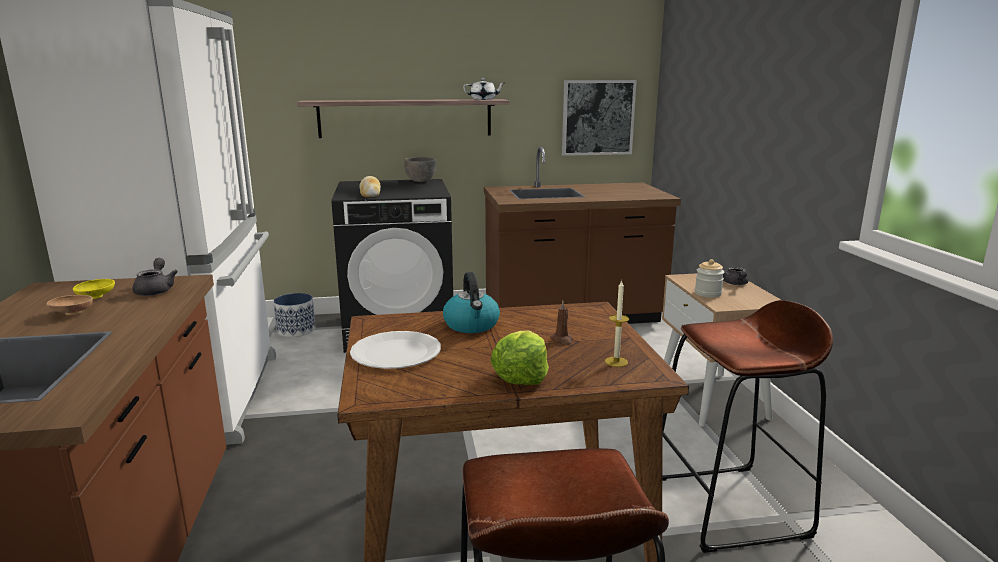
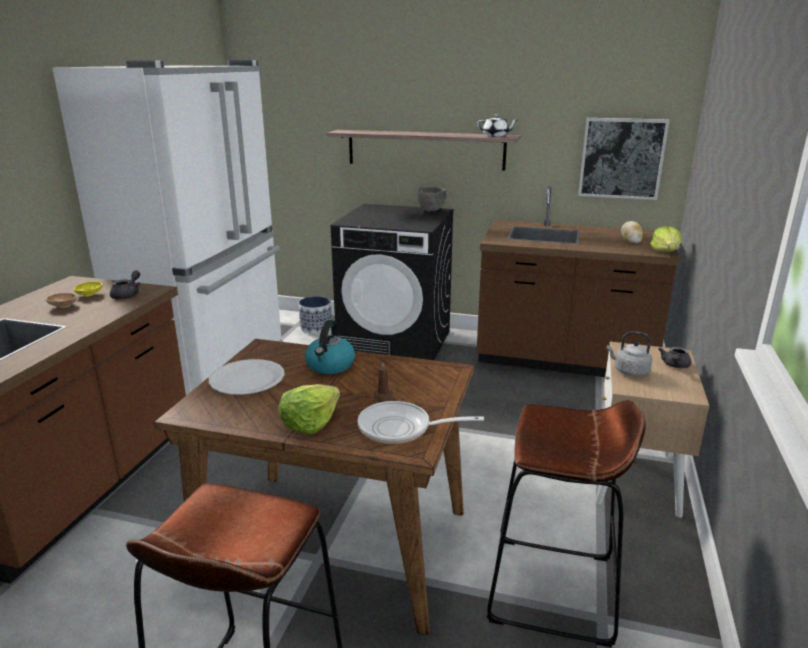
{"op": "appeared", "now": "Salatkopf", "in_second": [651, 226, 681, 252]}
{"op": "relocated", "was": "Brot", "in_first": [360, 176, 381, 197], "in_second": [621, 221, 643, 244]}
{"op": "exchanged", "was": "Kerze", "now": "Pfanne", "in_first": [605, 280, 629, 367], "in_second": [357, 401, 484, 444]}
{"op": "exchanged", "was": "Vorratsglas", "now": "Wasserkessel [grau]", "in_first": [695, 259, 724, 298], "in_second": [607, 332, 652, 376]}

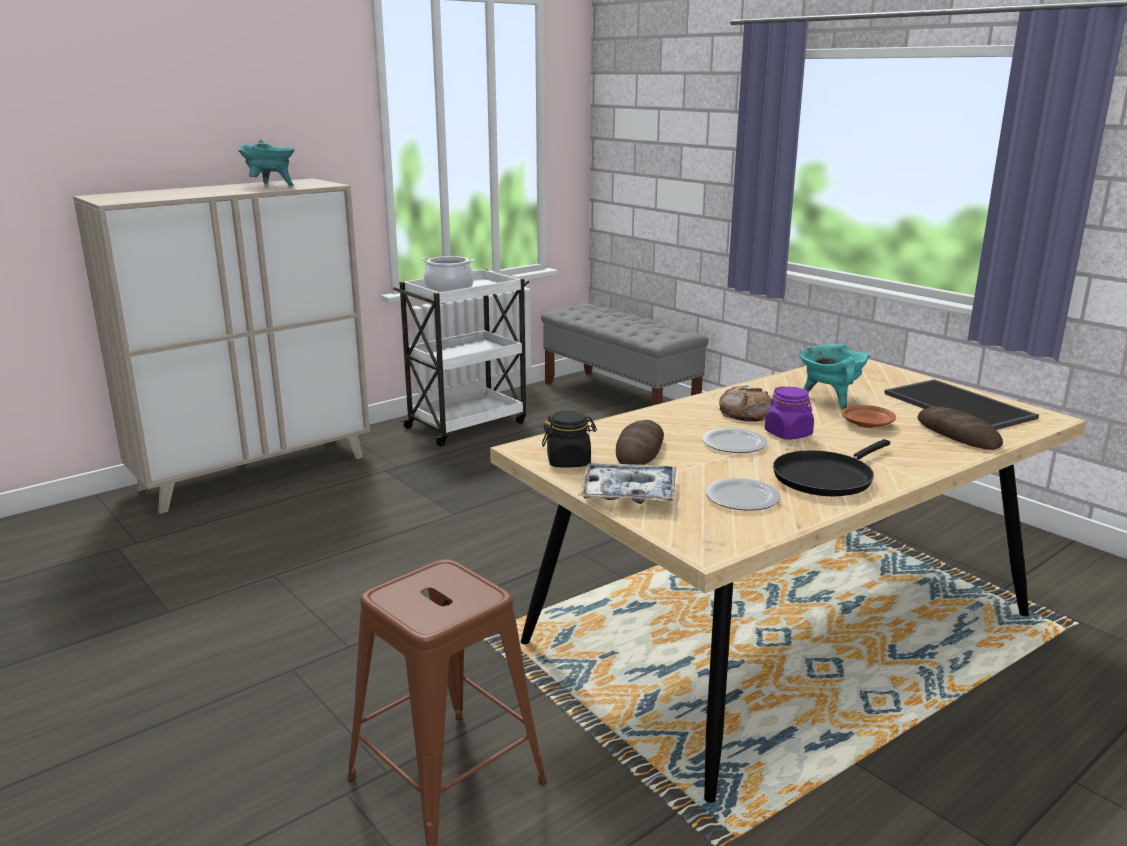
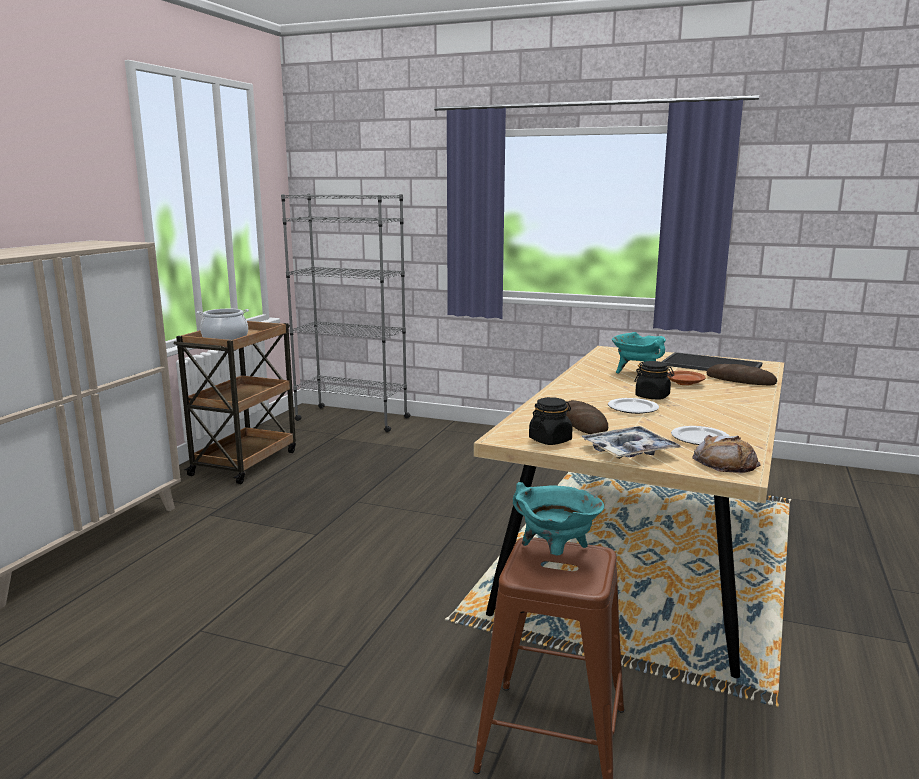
{"op": "missing", "was": "Pfanne [schwarz]", "in_first": [773, 439, 890, 496]}
{"op": "relocated", "was": "Kochtopf [türkis]", "in_first": [237, 140, 295, 186], "in_second": [513, 482, 604, 555]}
{"op": "relocated", "was": "Brot", "in_first": [719, 385, 774, 422], "in_second": [692, 435, 761, 473]}
{"op": "exchanged", "was": "Bank [grau]", "now": "Bücherregal [grau]", "in_first": [541, 303, 709, 406], "in_second": [281, 194, 410, 432]}
{"op": "colour", "was": "Rollwagen [weiß]", "now": "Rollwagen [braun]", "in_first": [393, 269, 529, 446], "in_second": [174, 321, 296, 484]}
{"op": "colour", "was": "Vorratsglas [lila]", "now": "Vorratsglas [schwarz]", "in_first": [765, 386, 814, 440], "in_second": [634, 361, 674, 400]}

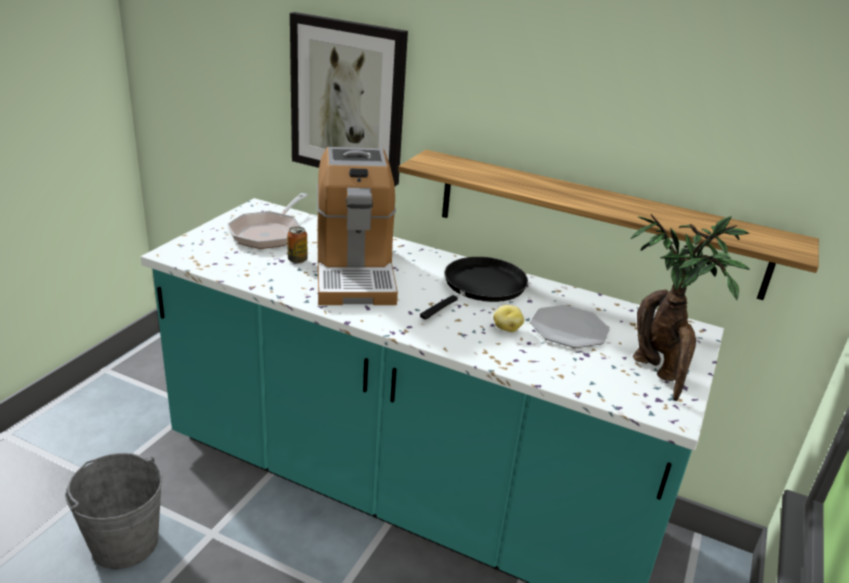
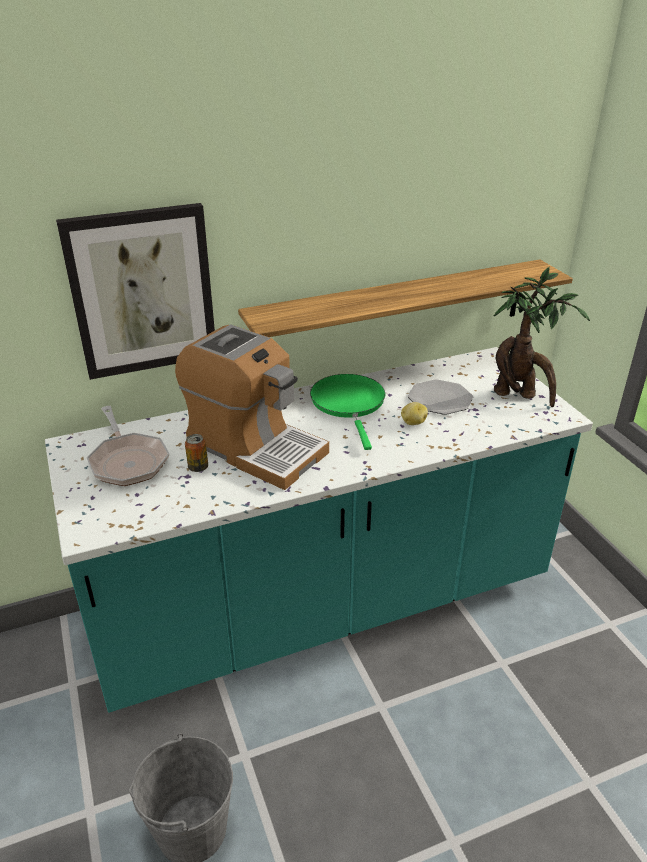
{"op": "colour", "was": "Pfanne [schwarz]", "now": "Pfanne [grün]", "in_first": [420, 257, 528, 320], "in_second": [310, 374, 385, 450]}

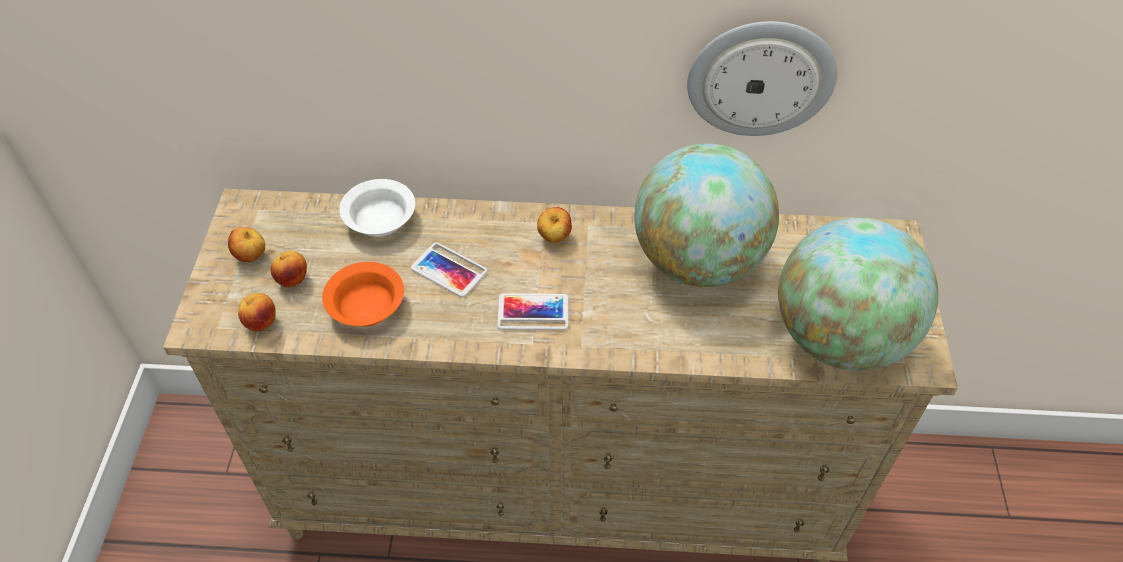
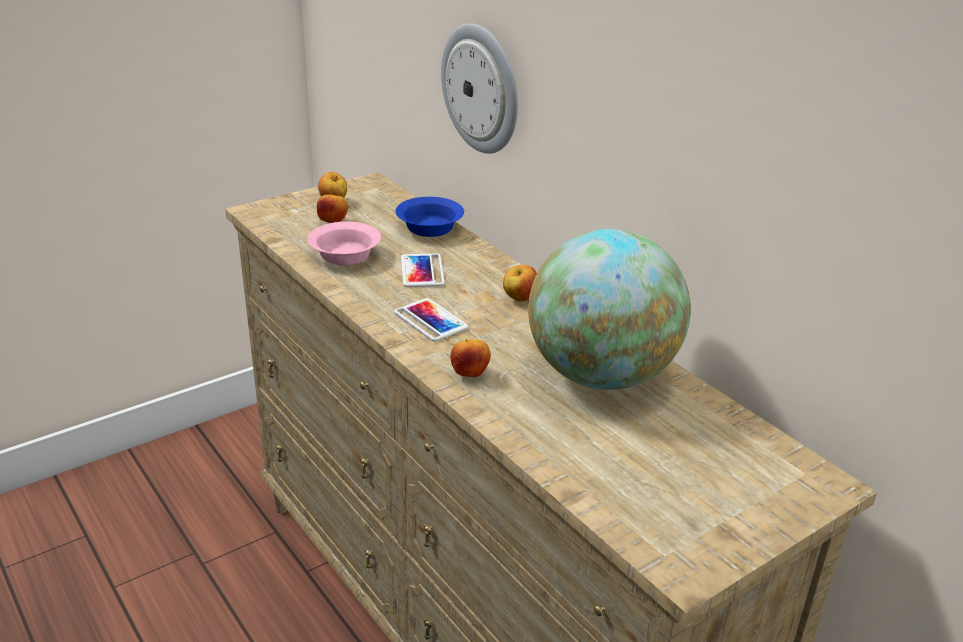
{"op": "missing", "was": "Globus", "in_first": [778, 218, 938, 371]}
{"op": "relocated", "was": "Apfel", "in_first": [238, 293, 276, 332], "in_second": [450, 339, 491, 377]}
{"op": "relocated", "was": "Wanduhr", "in_first": [687, 21, 838, 136], "in_second": [441, 23, 518, 154]}
{"op": "colour", "was": "Schüssel [orange]", "now": "Schüssel [rosa]", "in_first": [322, 262, 404, 327], "in_second": [307, 222, 381, 265]}
{"op": "colour", "was": "Schüssel [weiß]", "now": "Schüssel [blau]", "in_first": [339, 179, 415, 237], "in_second": [395, 197, 464, 237]}

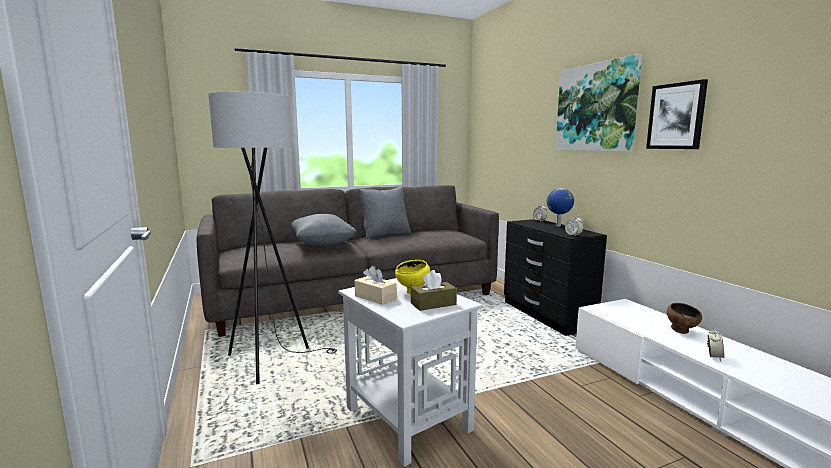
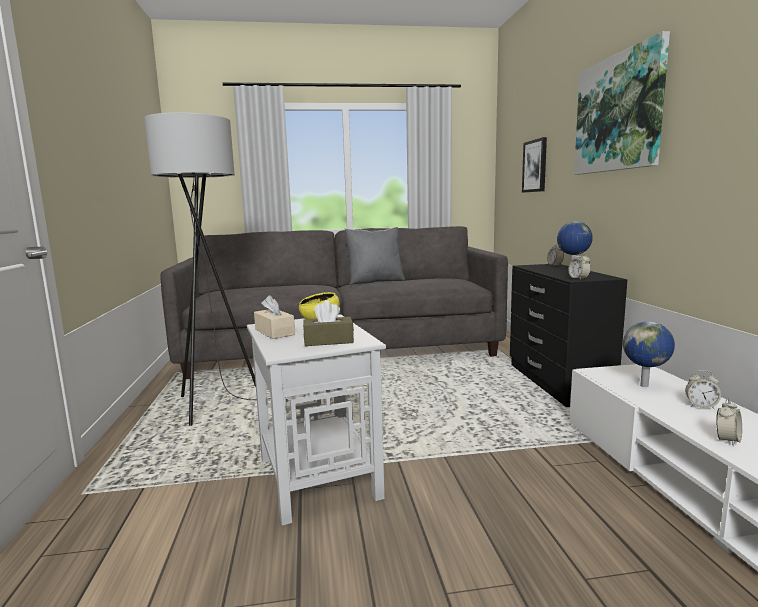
{"op": "missing", "was": "Kissen [grau]", "in_first": [291, 214, 356, 246]}
{"op": "appeared", "now": "Globus", "in_second": [623, 321, 675, 387]}
{"op": "relocated", "was": "Bild", "in_first": [646, 79, 708, 149], "in_second": [522, 137, 547, 193]}
{"op": "exchanged", "was": "Schüssel [braun]", "now": "Wecker", "in_first": [667, 303, 702, 334], "in_second": [685, 370, 721, 409]}

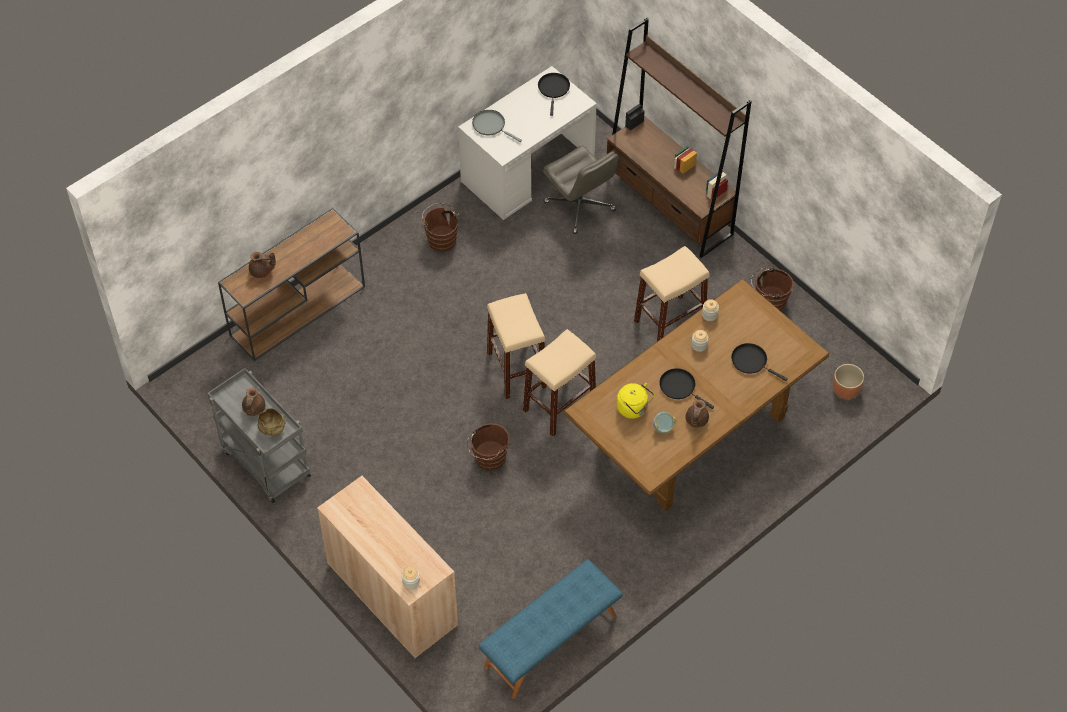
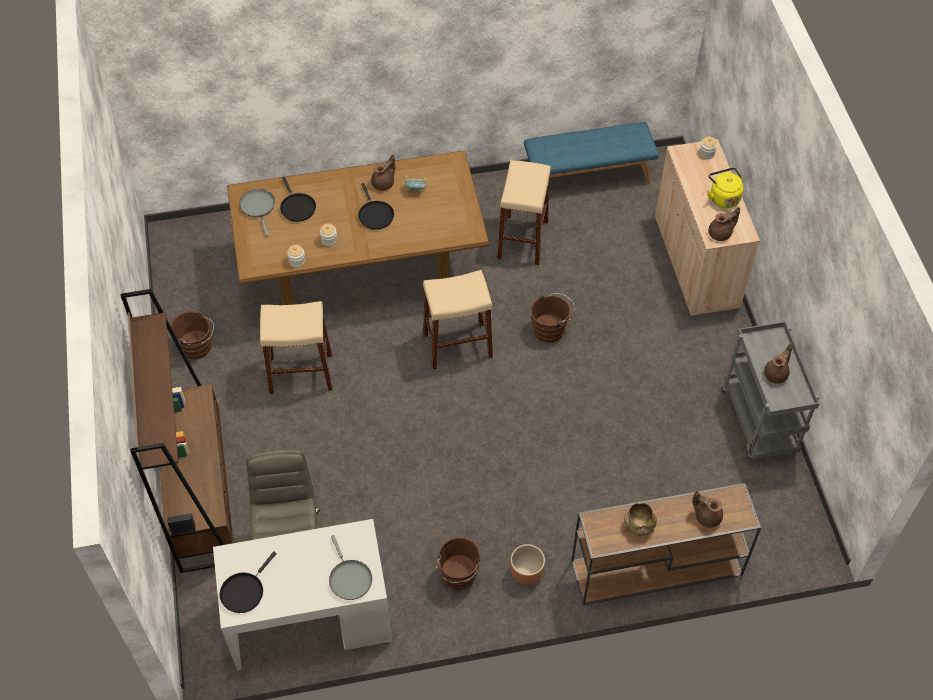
{"op": "appeared", "now": "Pfanne [grau]", "in_second": [239, 189, 275, 236]}
{"op": "appeared", "now": "Teekanne [braun]", "in_second": [708, 207, 740, 241]}
{"op": "relocated", "was": "Schüssel [beige]", "in_first": [258, 408, 286, 436], "in_second": [624, 503, 657, 536]}
{"op": "relocated", "was": "Hocker [beige]", "in_first": [487, 293, 547, 399], "in_second": [497, 160, 551, 265]}
{"op": "relocated", "was": "Wasserkessel [gelb]", "in_first": [617, 383, 655, 419], "in_second": [707, 168, 744, 208]}
{"op": "relocated", "was": "Pflanzkübel [braun]", "in_first": [833, 364, 864, 399], "in_second": [510, 544, 545, 585]}

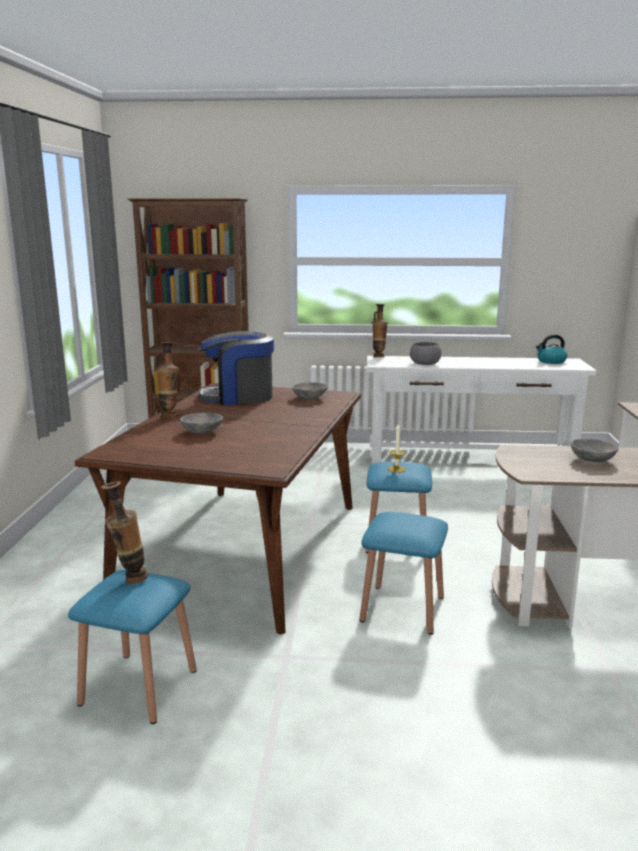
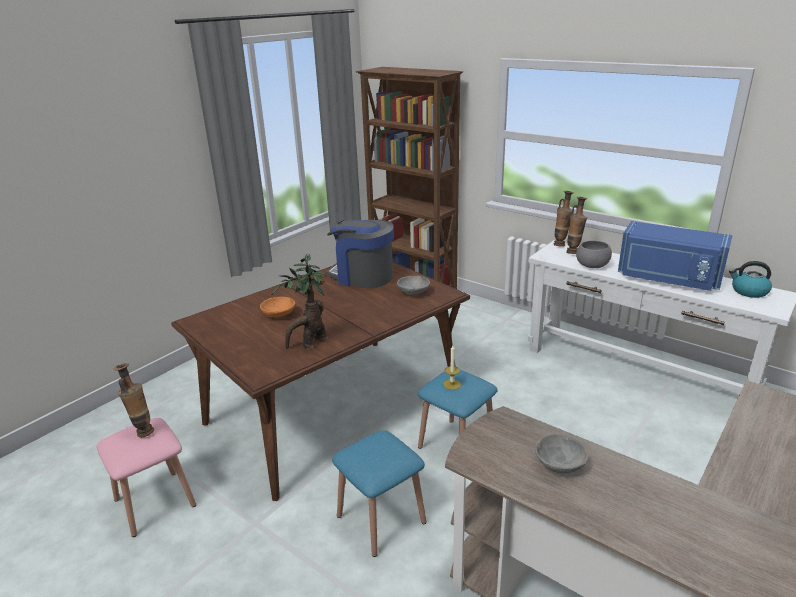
{"op": "appeared", "now": "Topfpflanze", "in_second": [271, 254, 328, 349]}
{"op": "appeared", "now": "Mikrowelle [blau]", "in_second": [618, 221, 732, 291]}
{"op": "relocated", "was": "Vase", "in_first": [157, 342, 179, 418], "in_second": [566, 197, 587, 254]}
{"op": "colour", "was": "Hocker [blau]", "now": "Hocker [rosa]", "in_first": [68, 570, 197, 724], "in_second": [96, 418, 196, 537]}
{"op": "colour", "was": "Schüssel [grau]", "now": "Schüssel [orange]", "in_first": [180, 413, 223, 434], "in_second": [260, 297, 295, 318]}

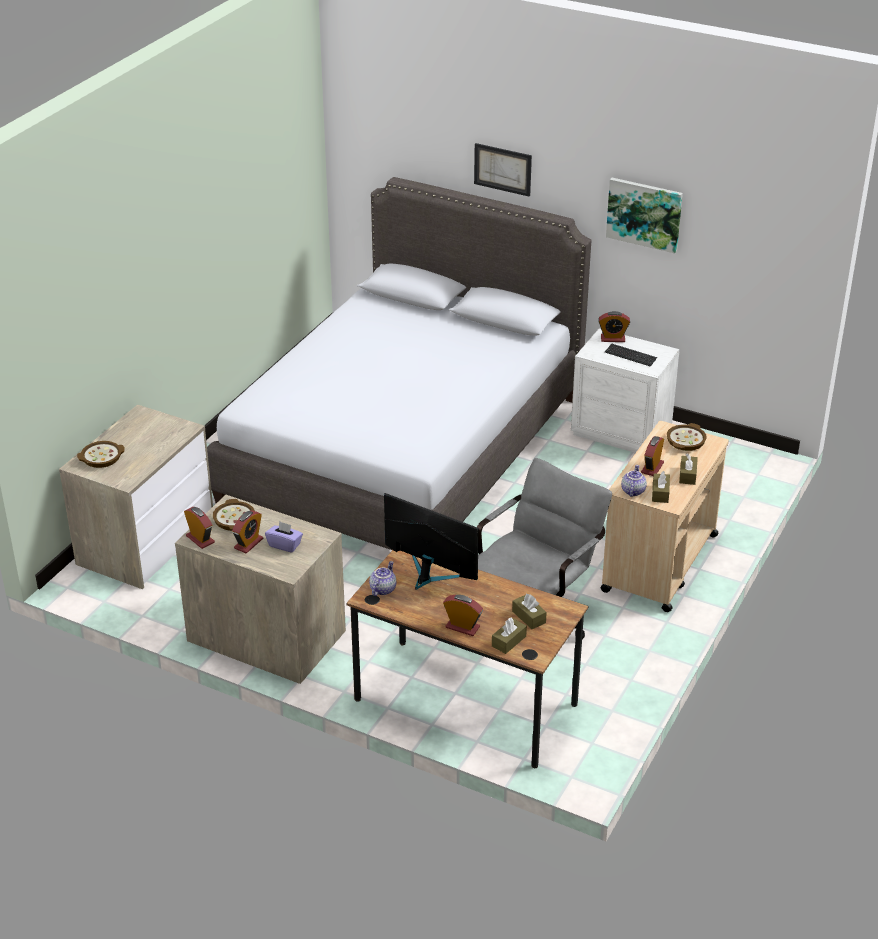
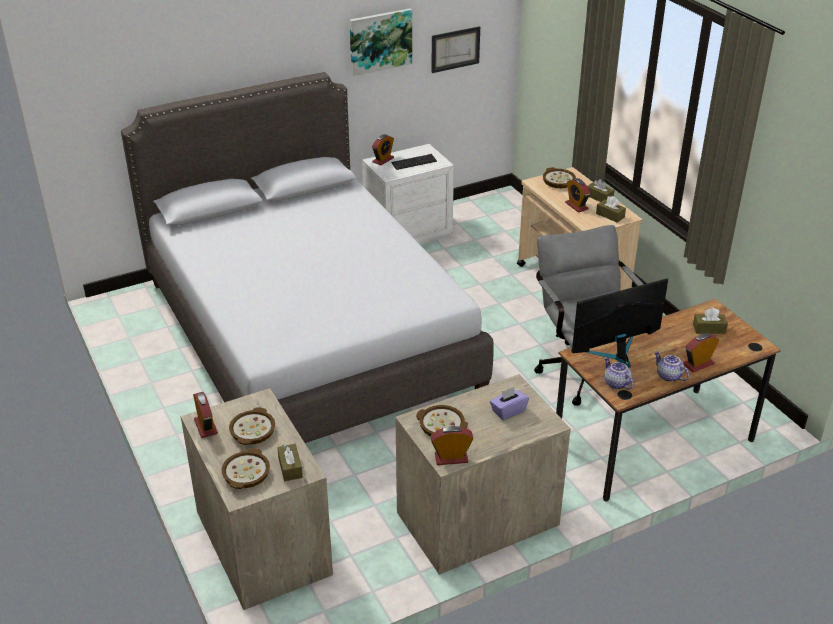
{"op": "appeared", "now": "Schüssel", "in_second": [229, 407, 275, 445]}
{"op": "relocated", "was": "Wecker", "in_first": [232, 510, 263, 554], "in_second": [193, 392, 218, 438]}
{"op": "relocated", "was": "Bild", "in_first": [474, 143, 532, 197], "in_second": [431, 26, 480, 73]}
{"op": "relocated", "was": "Taschentuchbox [braun]", "in_first": [492, 618, 527, 654], "in_second": [277, 444, 303, 481]}
{"op": "relocated", "was": "Teekanne", "in_first": [621, 465, 647, 497], "in_second": [654, 351, 689, 382]}

